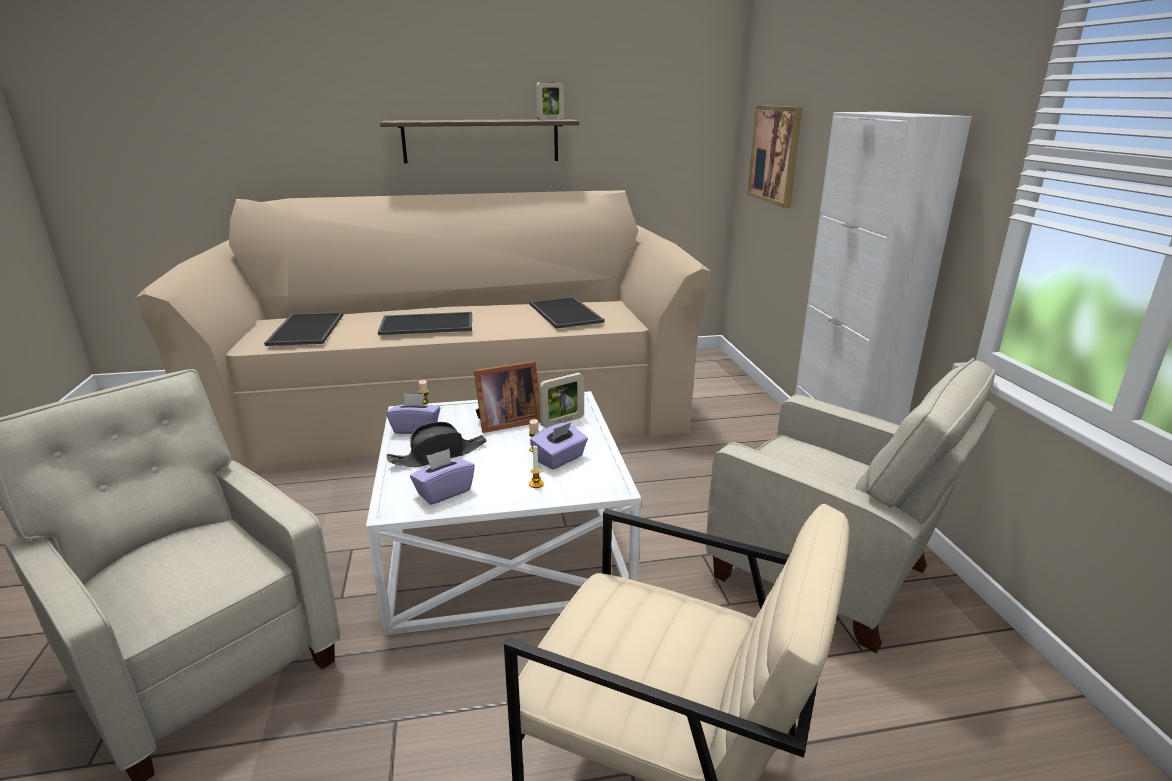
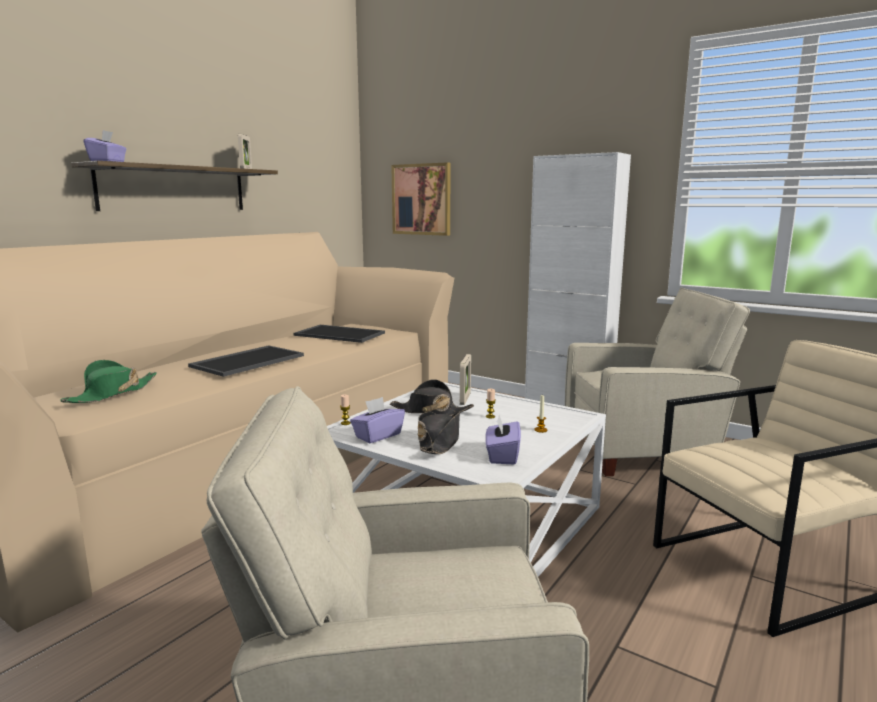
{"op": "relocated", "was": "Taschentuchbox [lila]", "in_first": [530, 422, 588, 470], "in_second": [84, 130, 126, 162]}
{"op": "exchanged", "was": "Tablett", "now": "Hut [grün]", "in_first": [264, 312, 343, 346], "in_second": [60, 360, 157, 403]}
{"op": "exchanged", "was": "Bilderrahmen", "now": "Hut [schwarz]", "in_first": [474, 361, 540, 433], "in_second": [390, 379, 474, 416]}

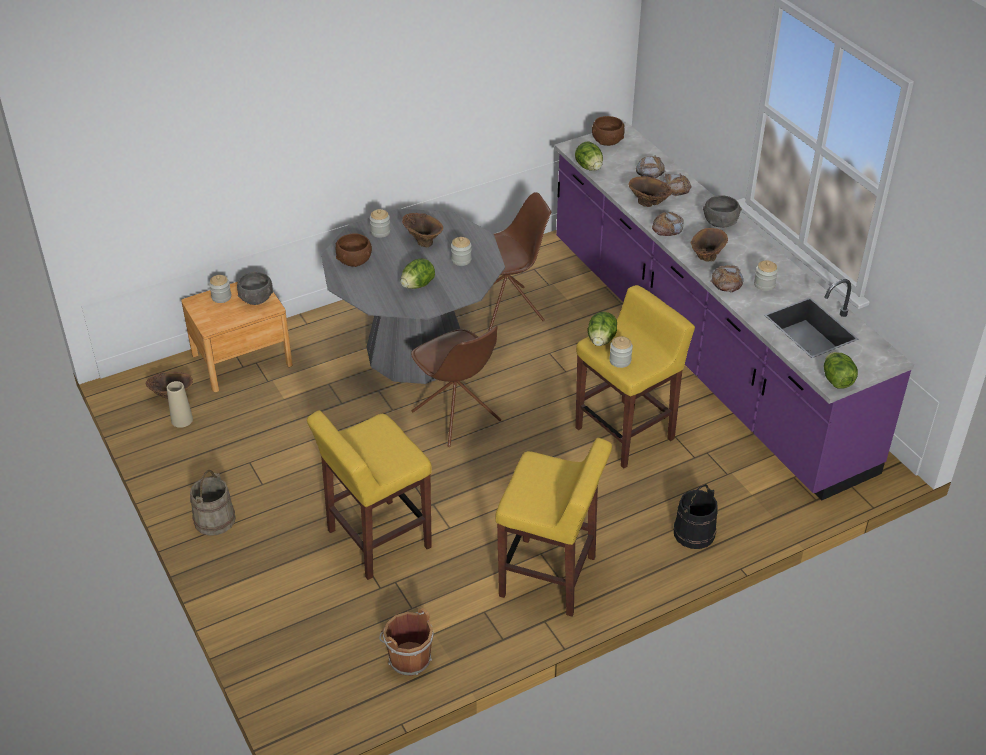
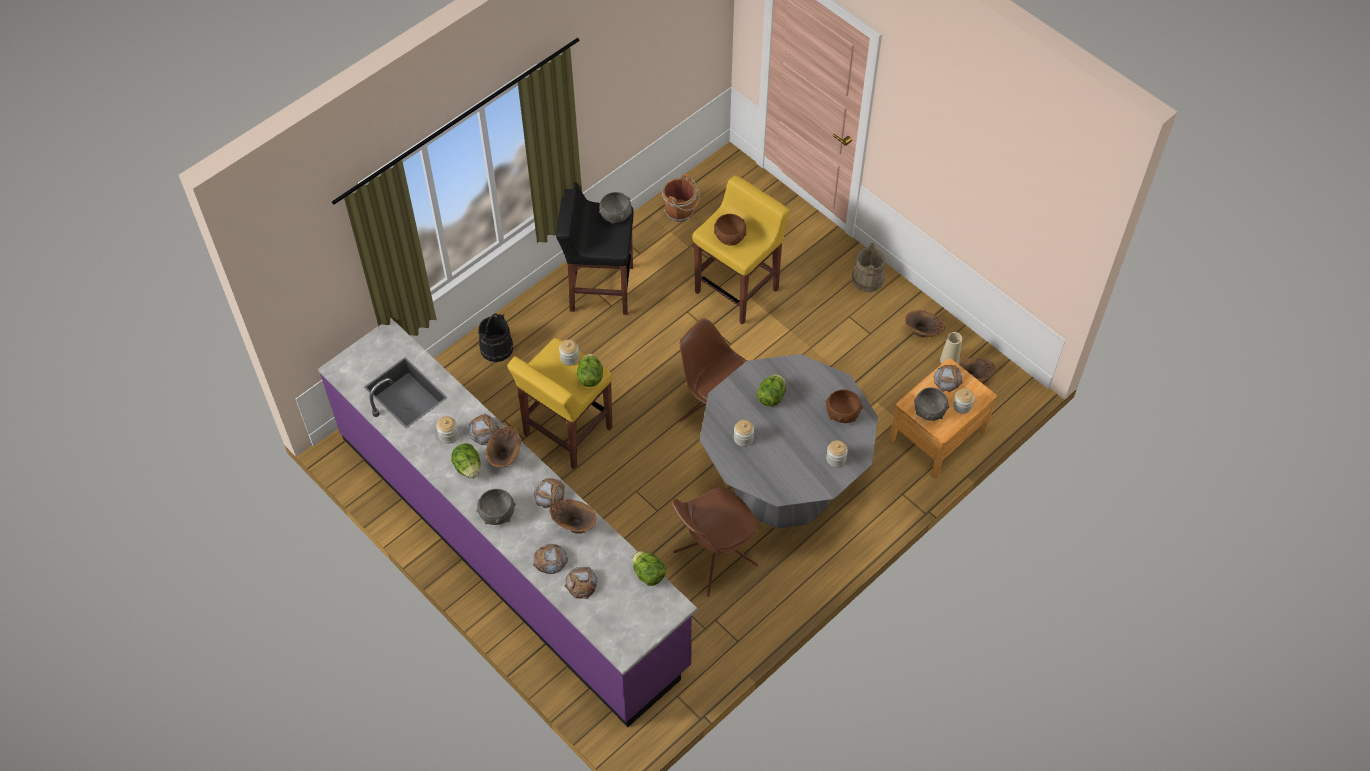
{"op": "appeared", "now": "Schüssel [grau]", "in_second": [599, 192, 632, 224]}
{"op": "appeared", "now": "Brot", "in_second": [934, 365, 963, 392]}
{"op": "relocated", "was": "Vase [braun]", "in_first": [402, 213, 443, 247], "in_second": [905, 310, 945, 337]}
{"op": "relocated", "was": "Schüssel [braun]", "in_first": [592, 116, 625, 146], "in_second": [714, 214, 747, 246]}
{"op": "relocated", "was": "Salatkopf", "in_first": [824, 352, 858, 388], "in_second": [451, 443, 481, 479]}
{"op": "colour", "was": "Hocker [gelb]", "now": "Hocker [schwarz]", "in_first": [495, 438, 612, 616], "in_second": [556, 182, 634, 315]}

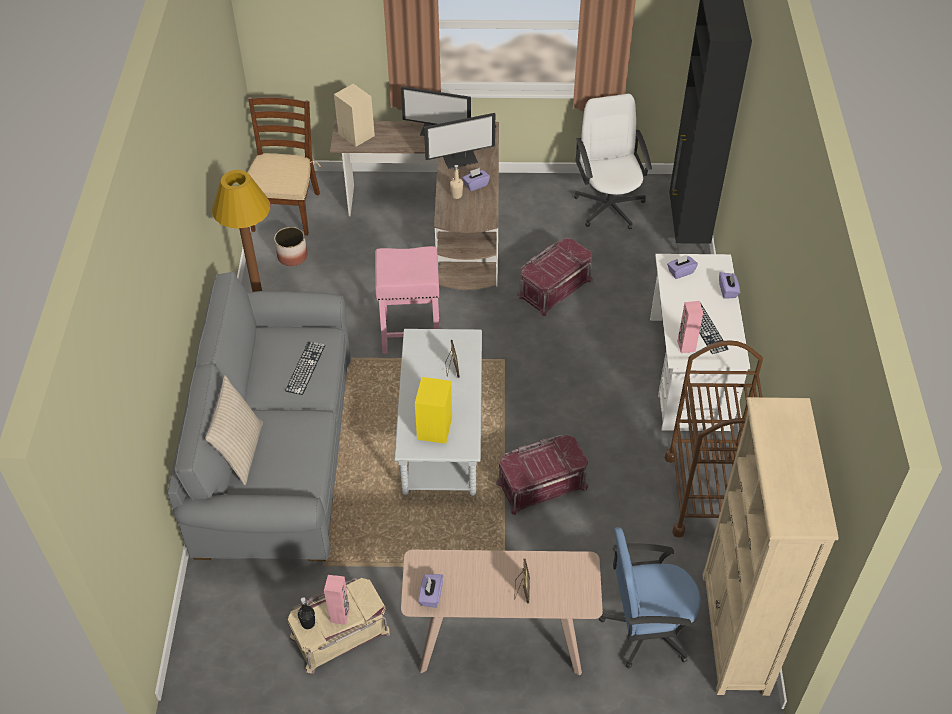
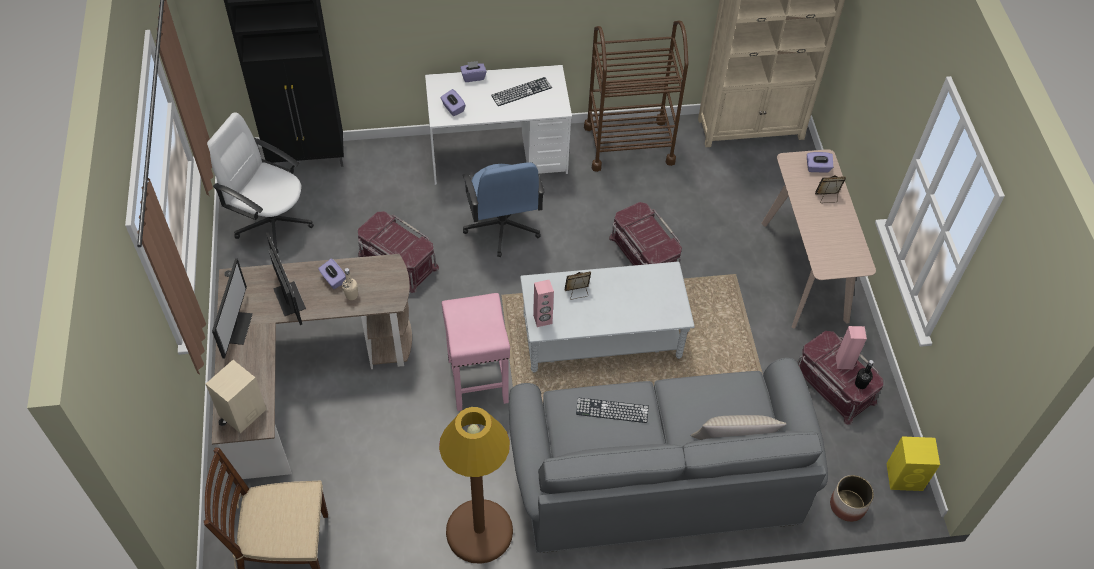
{"op": "relocated", "was": "Pflanzkübel", "in_first": [274, 227, 308, 266], "in_second": [830, 475, 874, 522]}
{"op": "relocated", "was": "Lautsprecher [gelb]", "in_first": [415, 377, 452, 444], "in_second": [886, 436, 940, 491]}
{"op": "relocated", "was": "Taschentuchbox [lila]", "in_first": [418, 574, 443, 608], "in_second": [807, 152, 833, 173]}
{"op": "relocated", "was": "Bürostuhl [blau]", "in_first": [599, 527, 701, 669], "in_second": [463, 162, 545, 257]}
{"op": "relocated", "was": "Lautsprecher [rosa]", "in_first": [677, 301, 703, 353], "in_second": [533, 280, 554, 327]}
{"op": "colour", "was": "Aufbewahrungsbox [beige]", "now": "Aufbewahrungsbox [rot]", "in_first": [287, 578, 391, 674], "in_second": [797, 331, 883, 425]}
{"op": "spun", "was": "Bürostuhl [weiß]", "in_first": [574, 94, 652, 229], "in_second": [207, 112, 314, 254], "clockwise": 45}

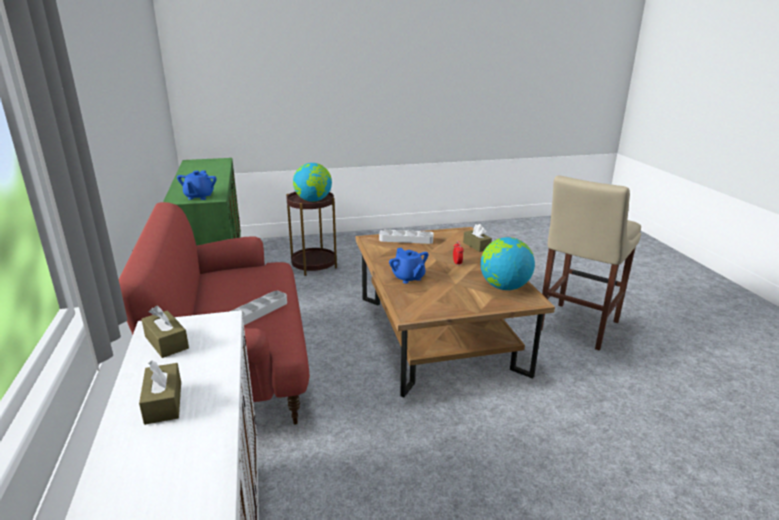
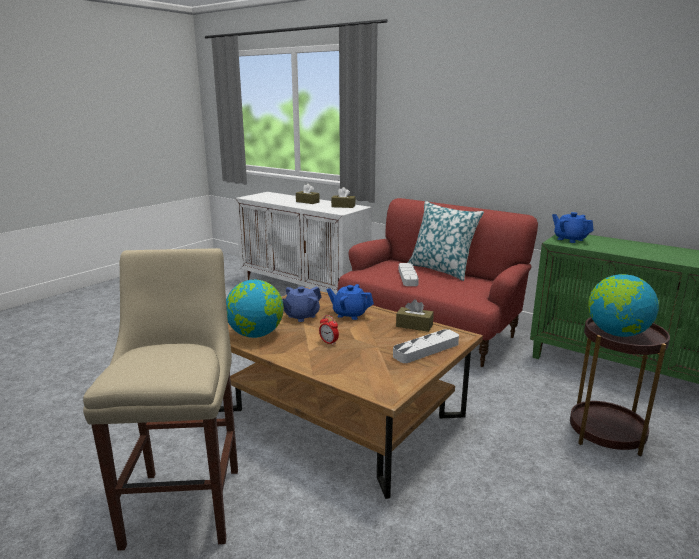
{"op": "appeared", "now": "Teekanne [blau]", "in_second": [282, 287, 321, 322]}
{"op": "appeared", "now": "Kissen", "in_second": [408, 201, 484, 281]}
{"op": "relocated", "was": "Taschentuchbox [braun]", "in_first": [463, 224, 492, 252], "in_second": [396, 299, 434, 332]}

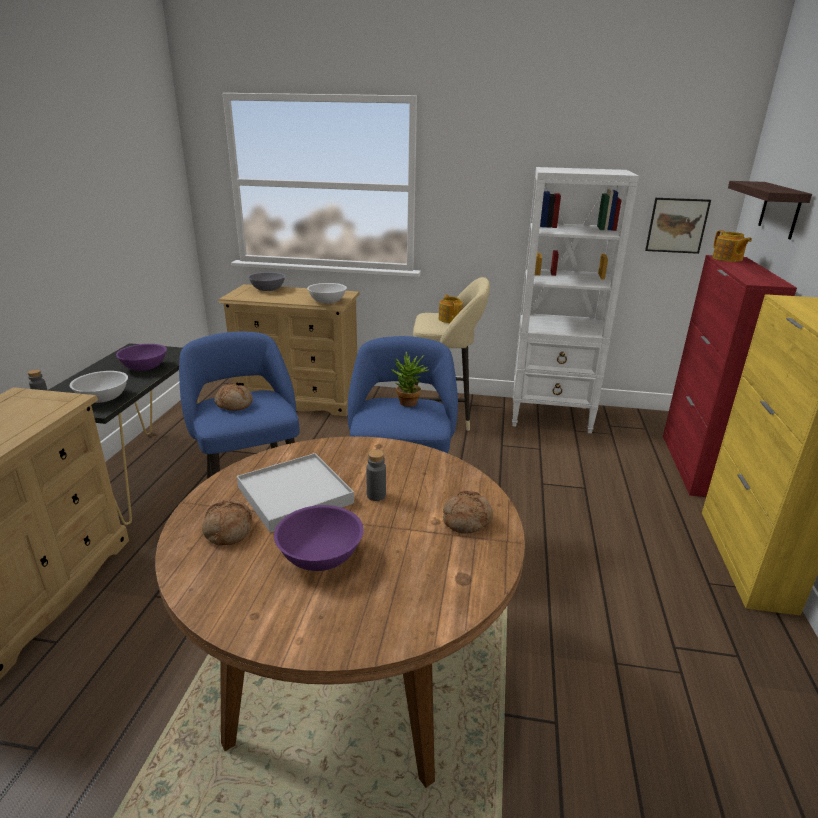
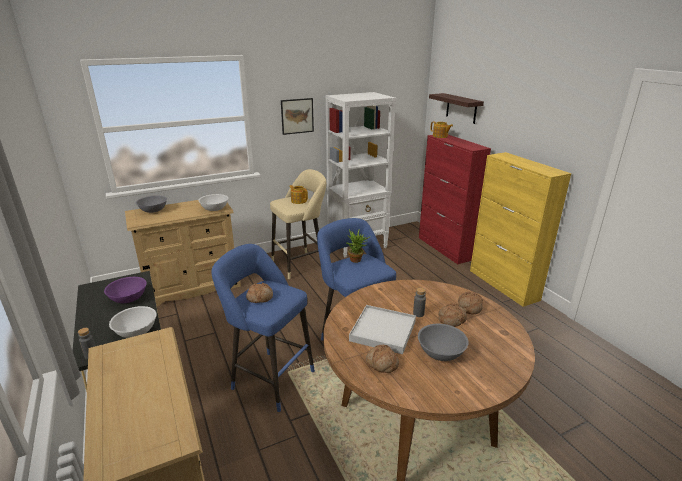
{"op": "appeared", "now": "Brot", "in_second": [438, 303, 467, 327]}
{"op": "relocated", "was": "Bild", "in_first": [645, 198, 711, 254], "in_second": [281, 98, 314, 135]}
{"op": "colour", "was": "Schüssel [lila]", "now": "Schüssel [grau]", "in_first": [274, 505, 364, 571], "in_second": [418, 324, 469, 361]}

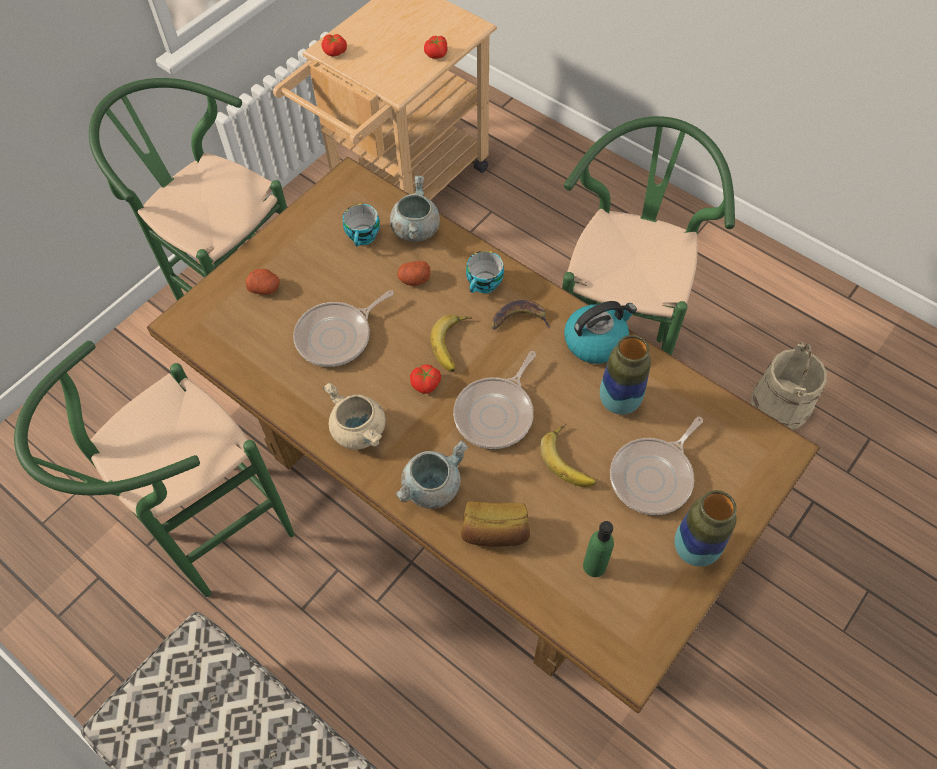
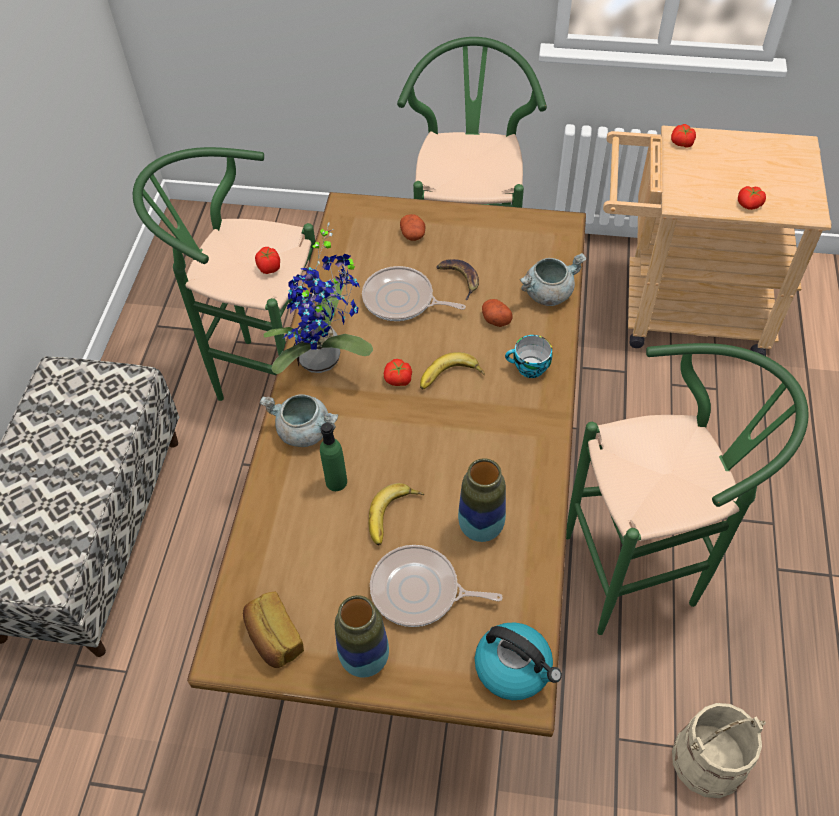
{"op": "missing", "was": "Tasse", "in_first": [343, 204, 380, 246]}
{"op": "missing", "was": "Pfanne", "in_first": [453, 351, 536, 449]}
{"op": "appeared", "now": "Tomate", "in_second": [255, 247, 280, 274]}
{"op": "relocated", "was": "Brot", "in_first": [461, 502, 530, 547], "in_second": [243, 591, 304, 668]}
{"op": "relocated", "was": "Banane", "in_first": [492, 300, 550, 330], "in_second": [436, 259, 479, 300]}
{"op": "relocated", "was": "Wasserkessel", "in_first": [564, 301, 637, 364], "in_second": [475, 622, 562, 700]}
{"op": "relocated", "was": "Flasche [grün]", "in_first": [583, 521, 614, 577], "in_second": [320, 423, 347, 491]}
{"op": "exchanged", "was": "Kochtopf [beige]", "now": "Topfpflanze", "in_first": [323, 383, 386, 450], "in_second": [263, 222, 373, 374]}

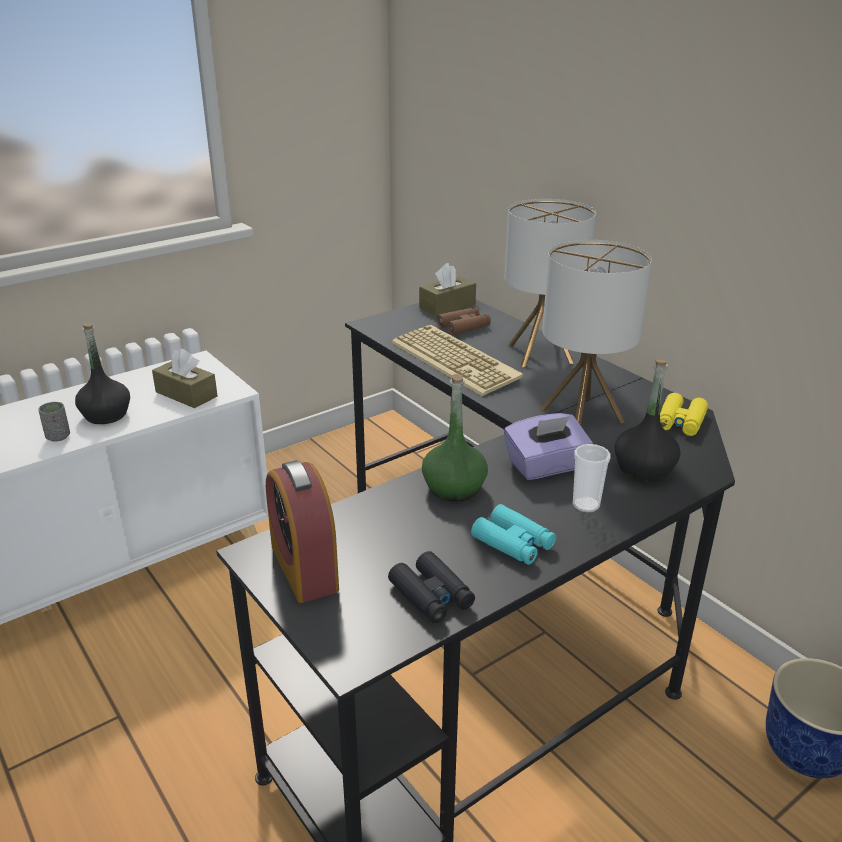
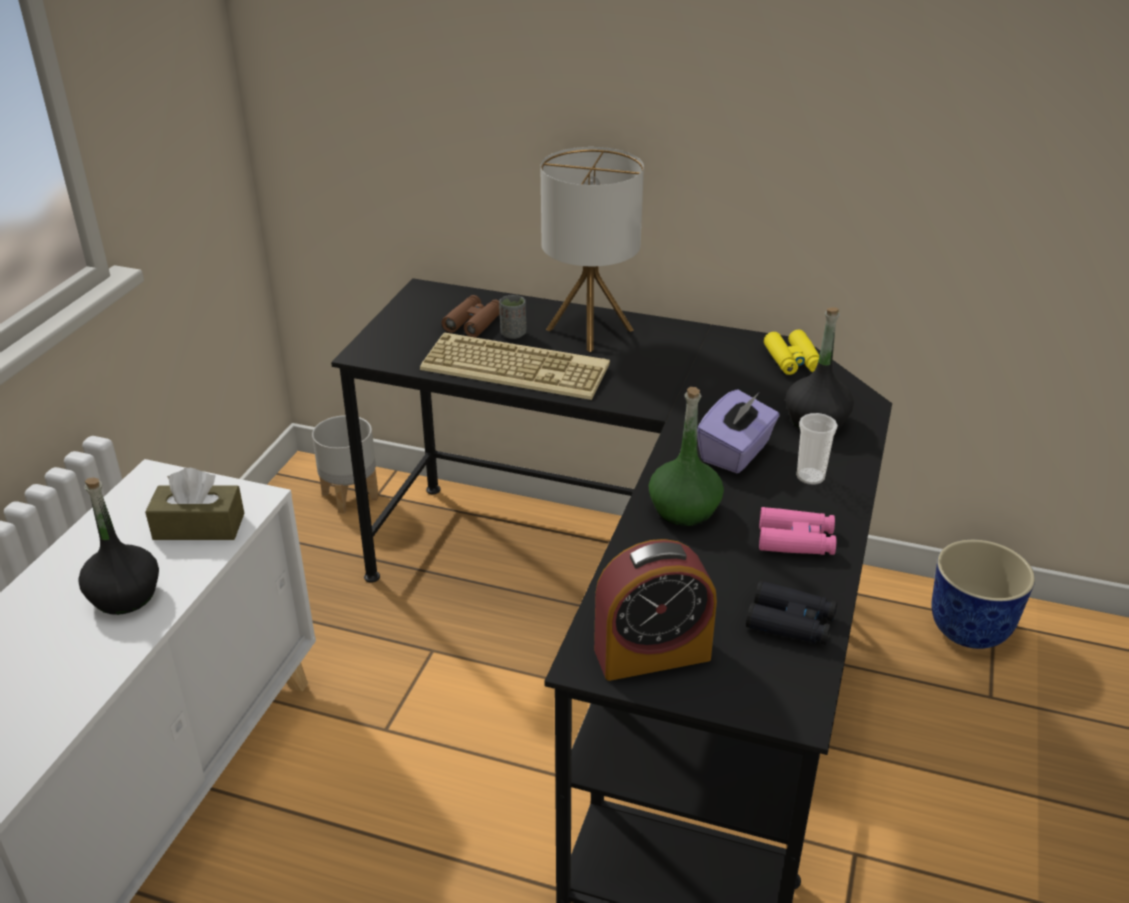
{"op": "missing", "was": "Taschentuchbox [braun]", "in_first": [419, 263, 476, 316]}
{"op": "missing", "was": "Tischlampe", "in_first": [540, 240, 652, 425]}
{"op": "appeared", "now": "Pflanzkübel [grau]", "in_second": [312, 415, 379, 514]}
{"op": "relocated", "was": "Tasse [grau]", "in_first": [38, 402, 70, 442], "in_second": [499, 295, 526, 339]}
{"op": "colour", "was": "Fernglas [türkis]", "now": "Fernglas [rosa]", "in_first": [471, 504, 556, 565], "in_second": [759, 507, 836, 555]}
{"op": "spun", "was": "Wecker", "in_first": [266, 460, 339, 603], "in_second": [594, 539, 717, 681], "clockwise": -45}

